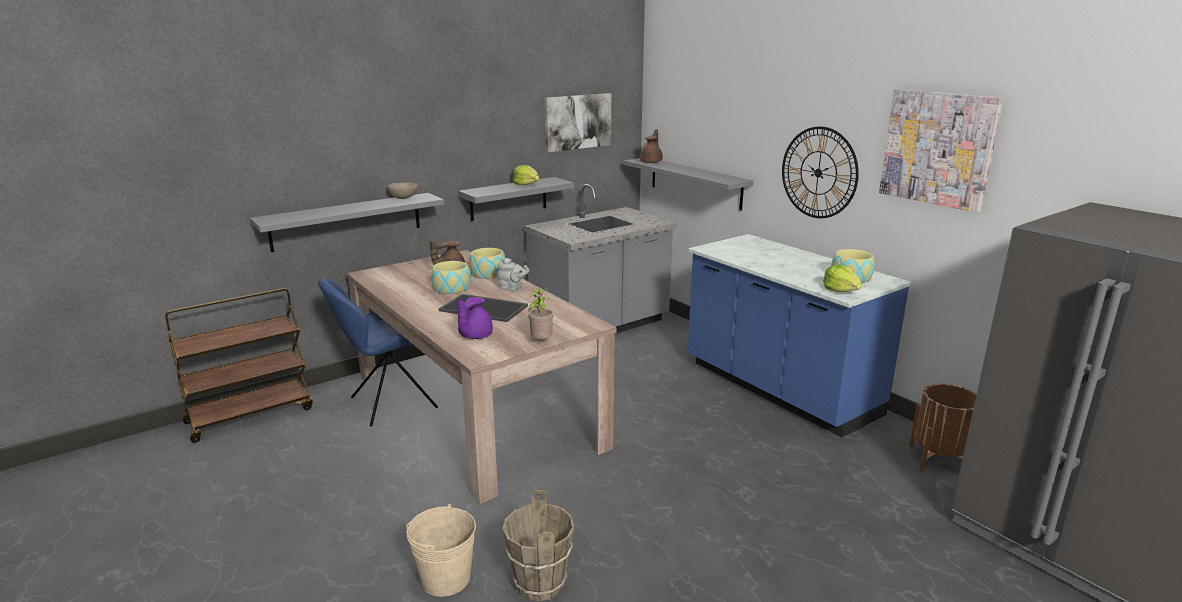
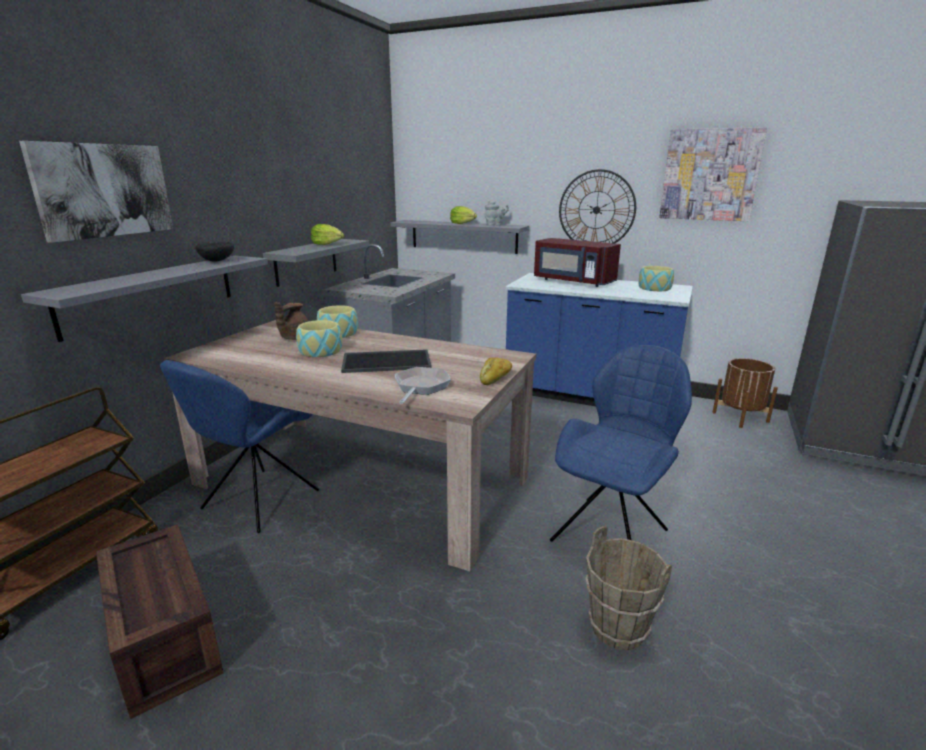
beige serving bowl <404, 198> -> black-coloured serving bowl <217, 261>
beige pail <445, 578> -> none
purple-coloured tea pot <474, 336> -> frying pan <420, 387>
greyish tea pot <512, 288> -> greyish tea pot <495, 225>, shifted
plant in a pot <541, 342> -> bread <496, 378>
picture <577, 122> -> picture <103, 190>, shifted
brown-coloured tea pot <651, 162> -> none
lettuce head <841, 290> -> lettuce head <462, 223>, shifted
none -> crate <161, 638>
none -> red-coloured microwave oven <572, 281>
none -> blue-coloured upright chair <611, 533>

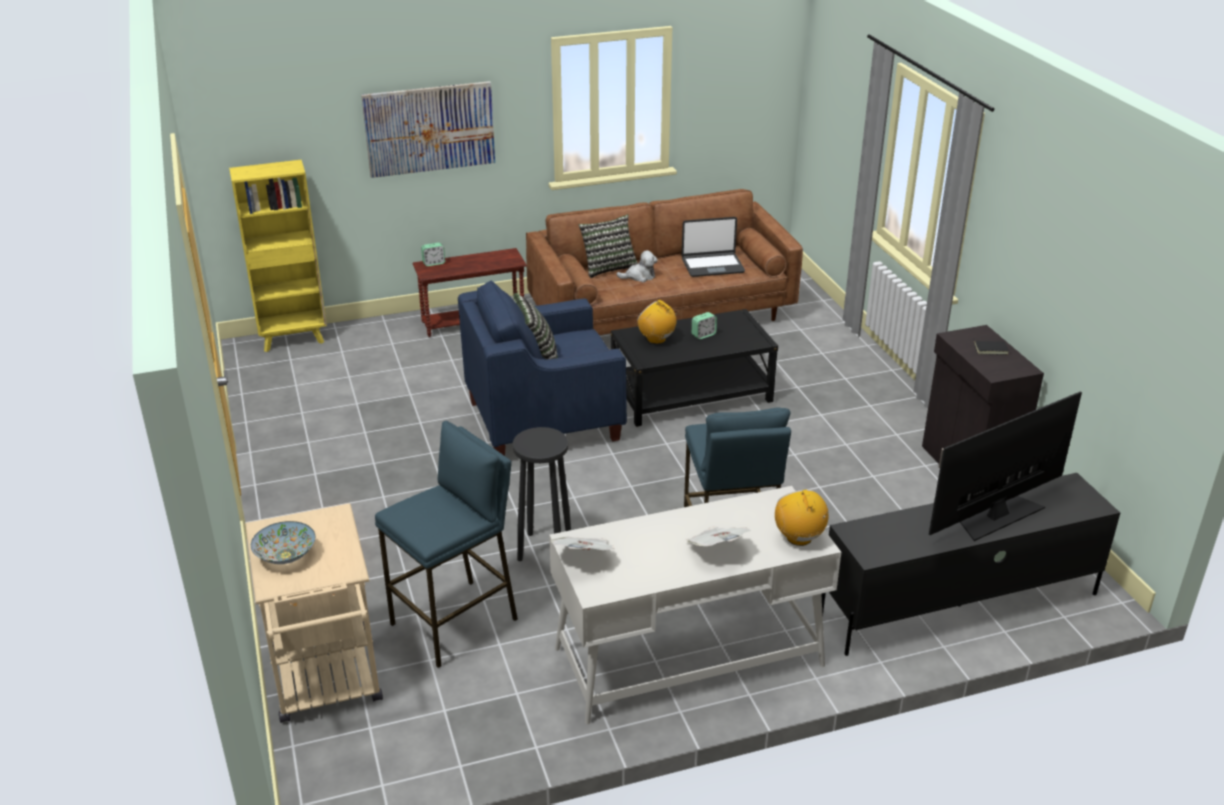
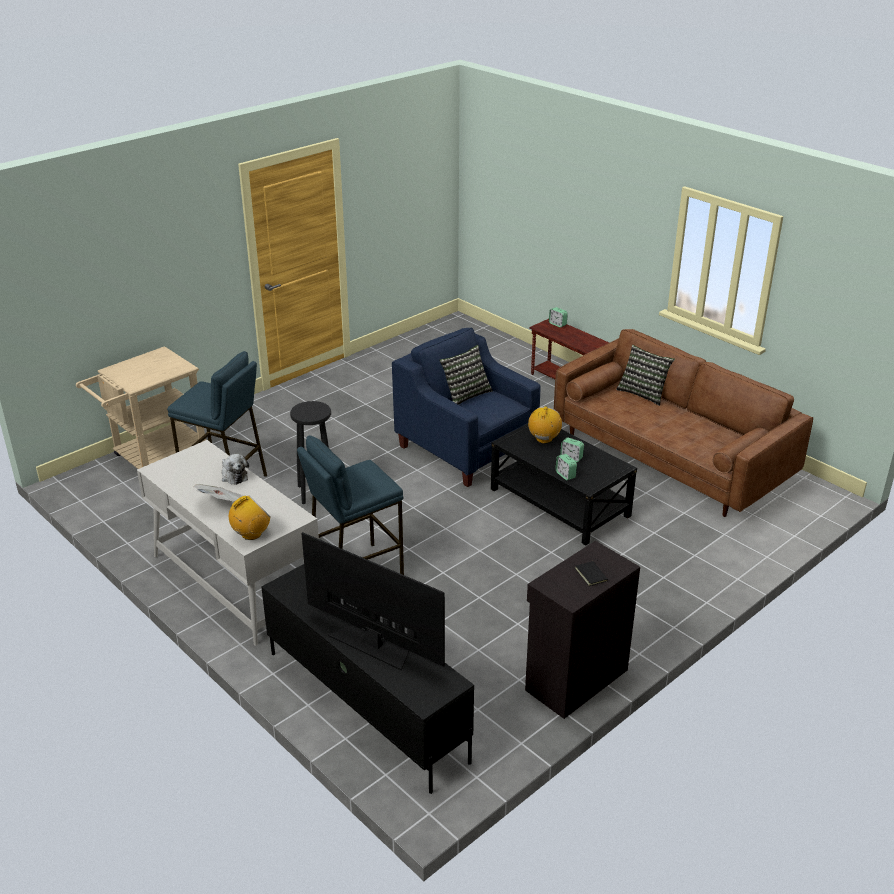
yellowish bookcase <294, 339> -> none
serving bowl <285, 555> -> none
picture <429, 129> -> none
daily paper <585, 556> -> none
soft toy <639, 276> -> soft toy <233, 475>, shifted
laptop <712, 265> -> none
none -> bedside clock <565, 475>

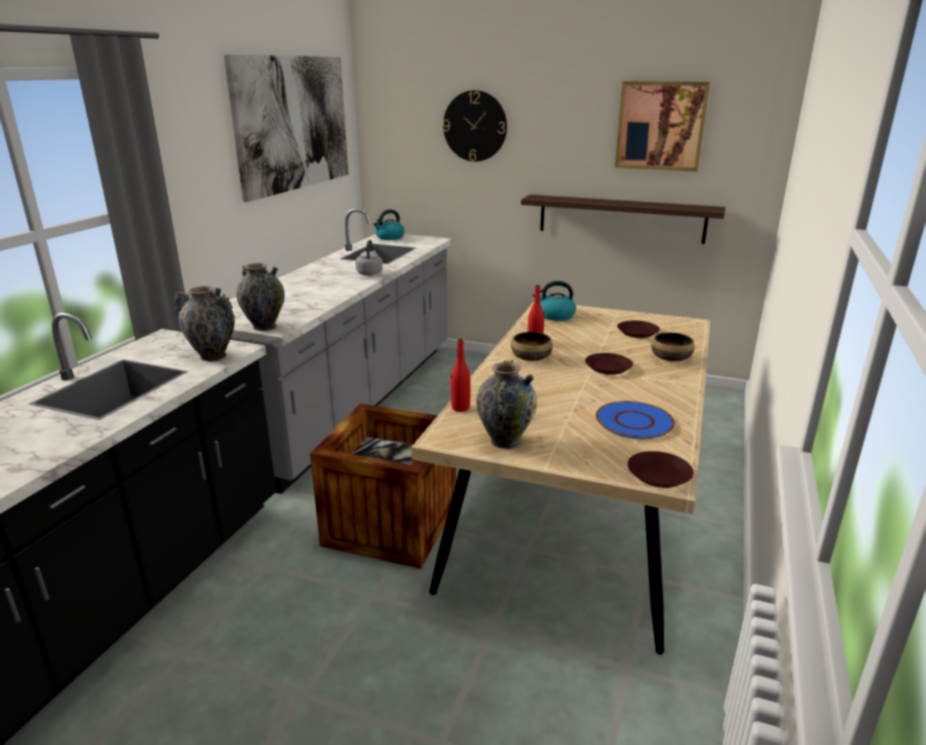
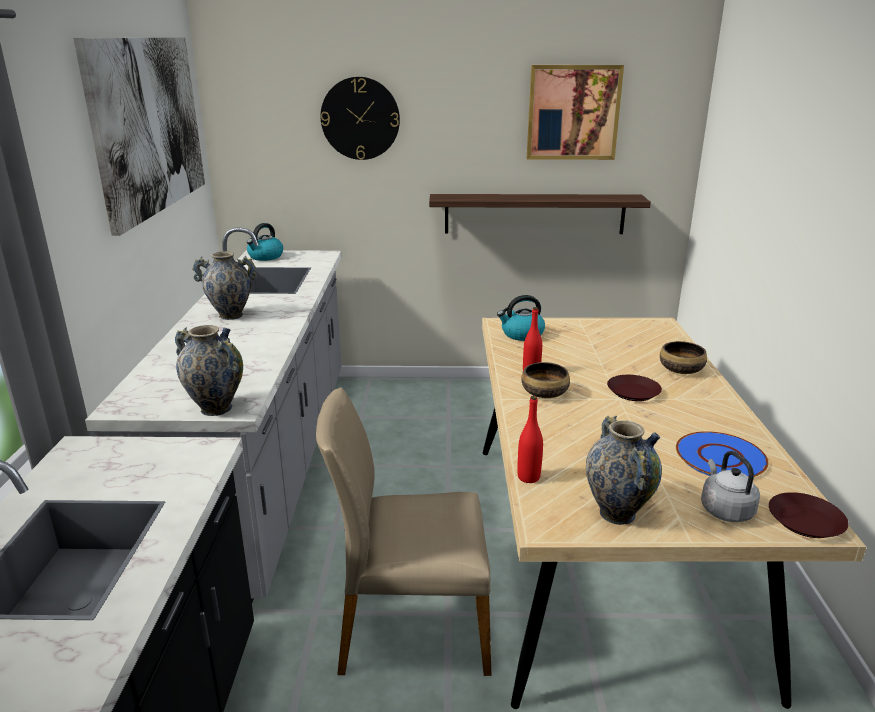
decorative vase <212, 356> -> decorative vase <230, 315>, shifted
crate <391, 524> -> beige upright chair <411, 625>
greyish kettle <370, 273> -> greyish kettle <725, 509>, shifted
brown-coloured dinner plate <637, 332> -> none

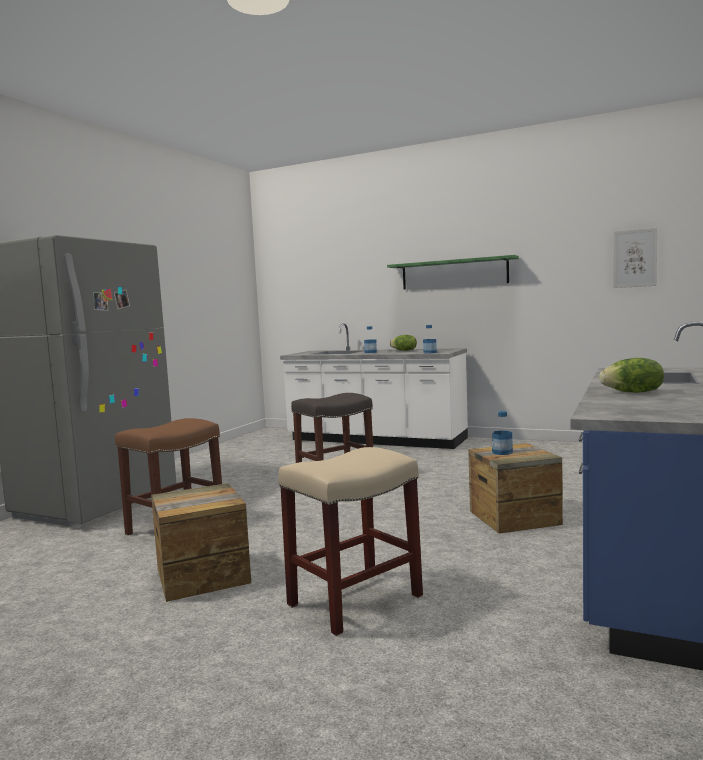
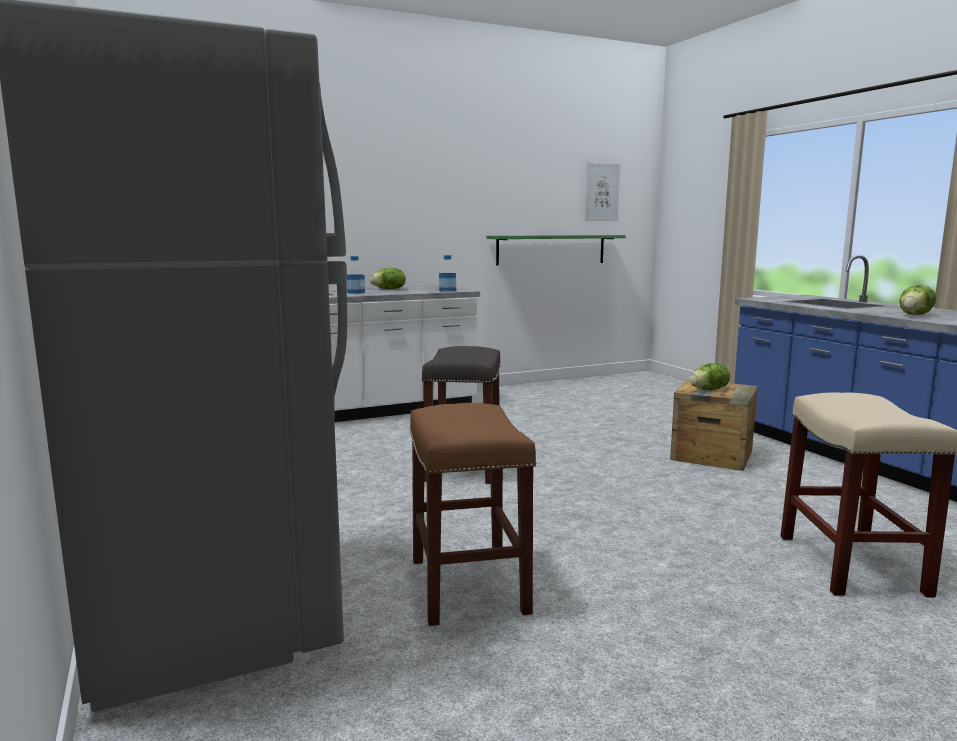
crate <202, 576> -> none
greenish wall shelf <454, 273> -> greenish wall shelf <551, 249>, shifted
bottle <502, 452> -> lettuce head <709, 390>

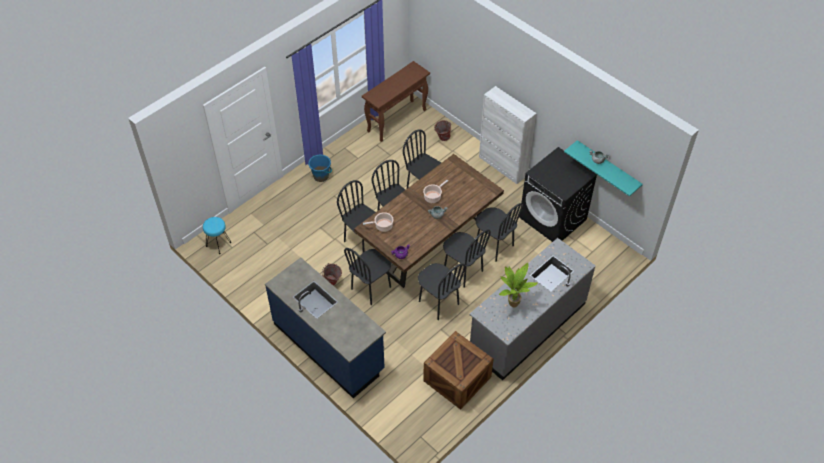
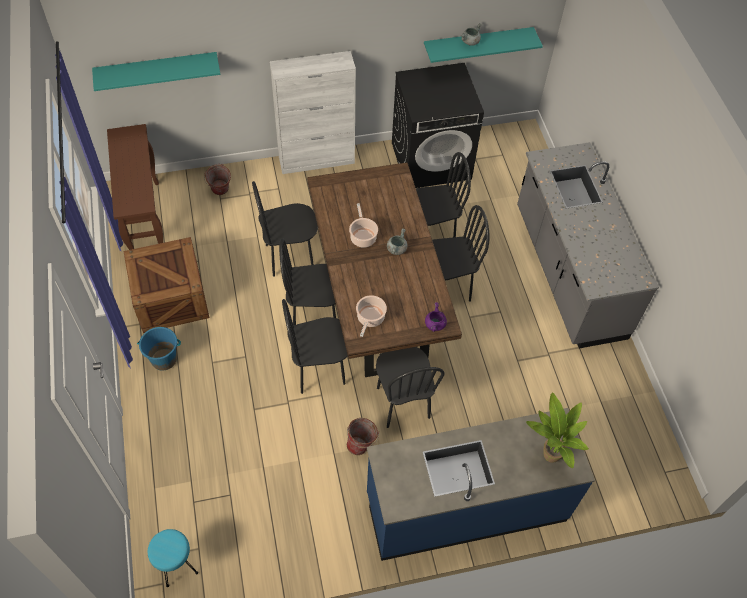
black-coloured upright chair <438, 303> -> none
crate <457, 378> -> crate <169, 297>, shifted
plant in a pot <512, 303> -> plant in a pot <548, 456>, shifted
none -> turquoise wall shelf <157, 70>

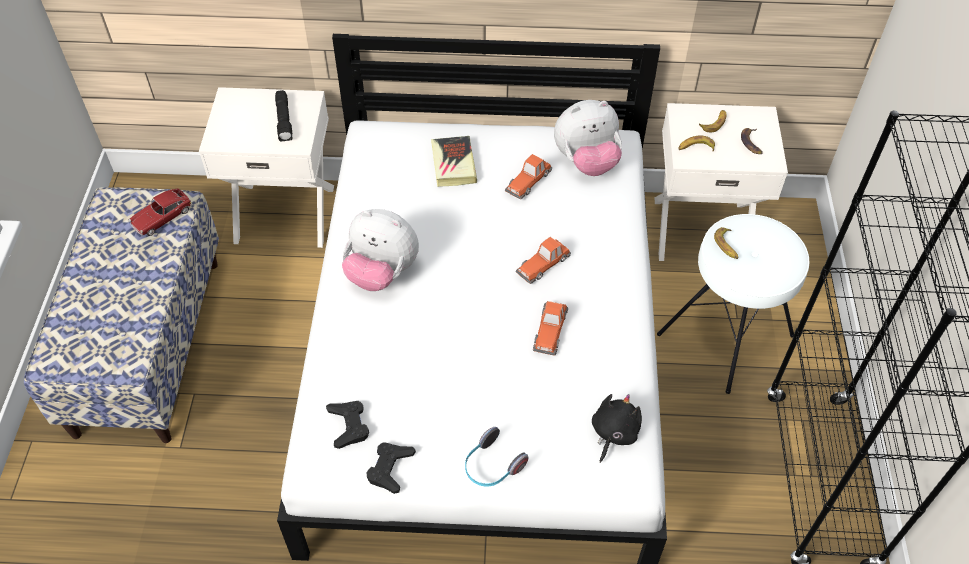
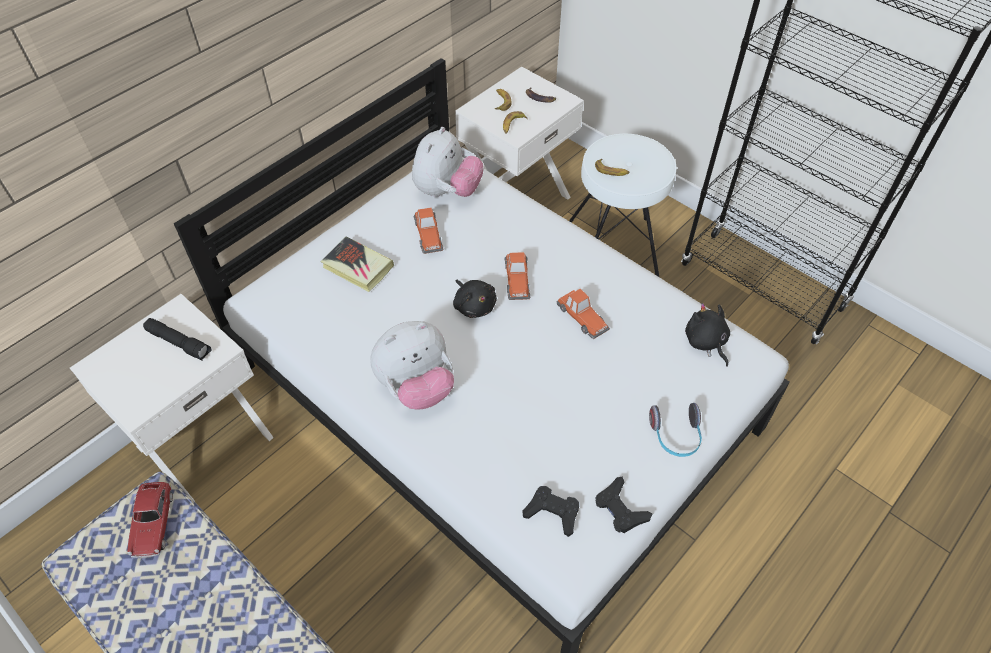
none -> black-coloured soft toy <474, 305>

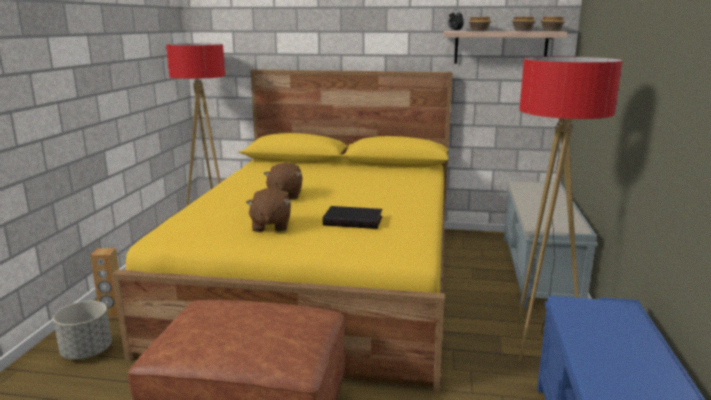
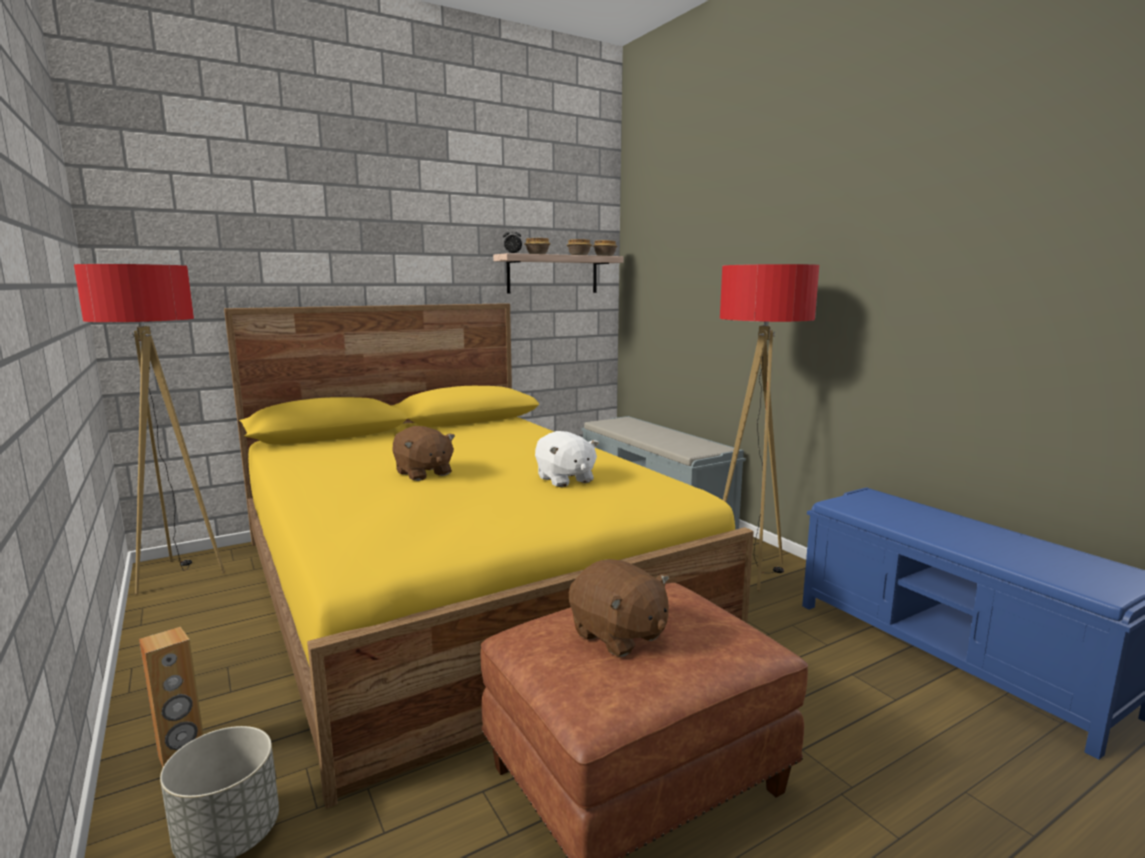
brown-coloured soft toy <270, 226> -> brown-coloured soft toy <618, 635>, shifted
black-coloured book <353, 220> -> white-coloured soft toy <565, 479>

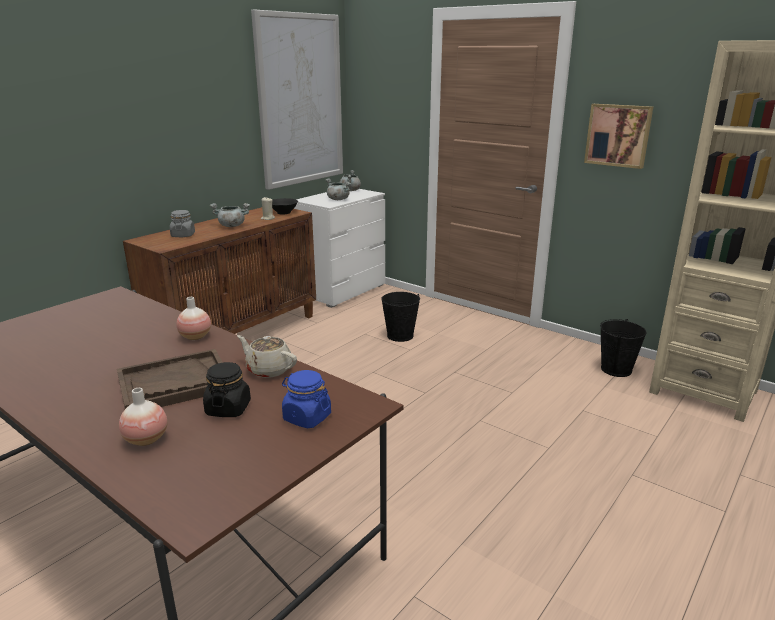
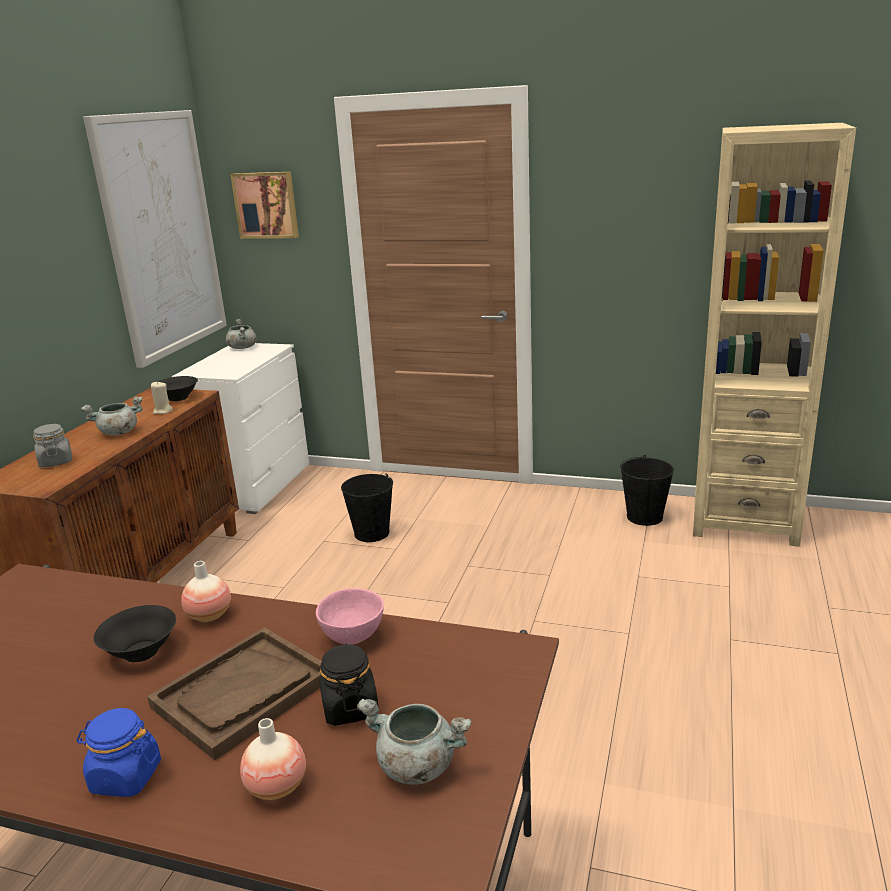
beige tea pot <268, 369> -> pink serving bowl <354, 637>
blue-coloured storage jar <306, 417> -> blue-coloured storage jar <125, 777>, shifted
greyish stockpot <338, 199> -> greyish stockpot <416, 766>, shifted
picture <618, 135> -> picture <266, 205>, shifted
none -> black-coloured serving bowl <140, 651>

